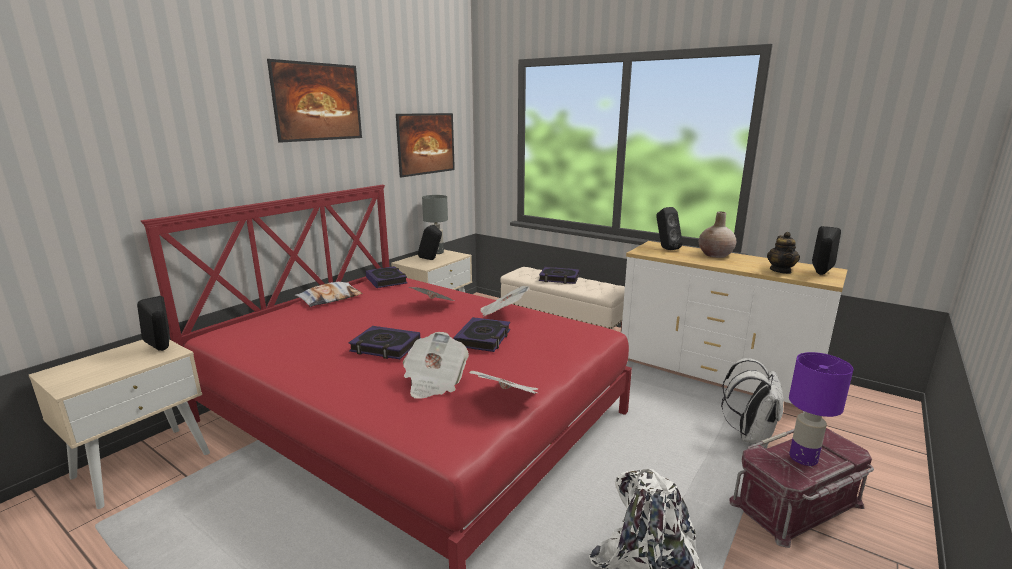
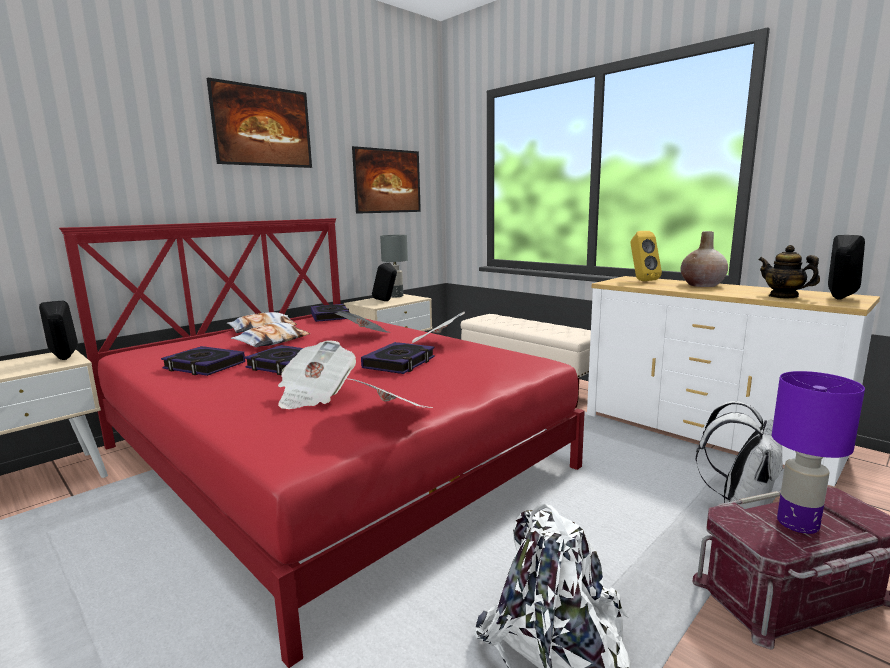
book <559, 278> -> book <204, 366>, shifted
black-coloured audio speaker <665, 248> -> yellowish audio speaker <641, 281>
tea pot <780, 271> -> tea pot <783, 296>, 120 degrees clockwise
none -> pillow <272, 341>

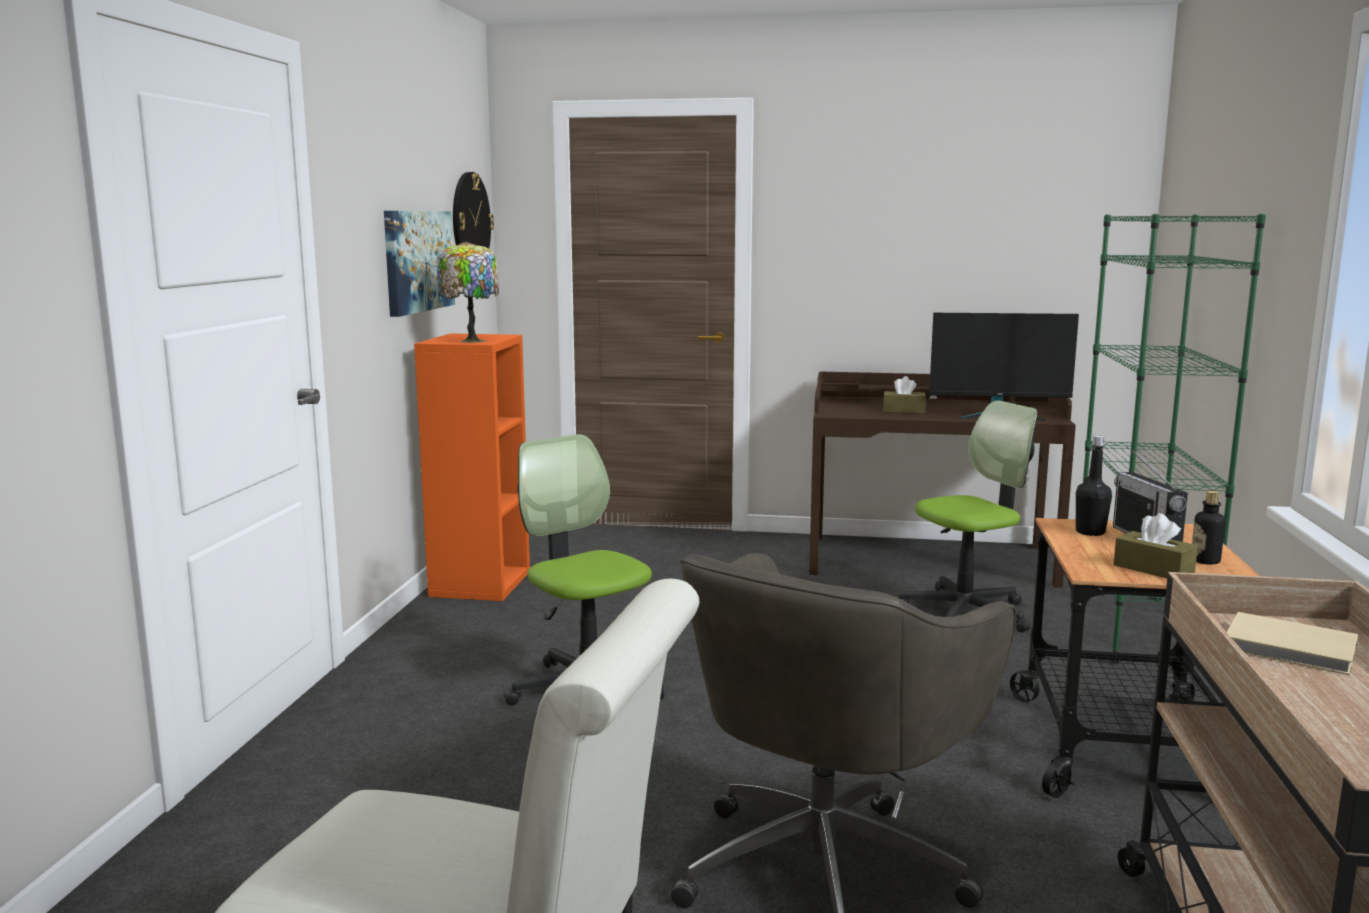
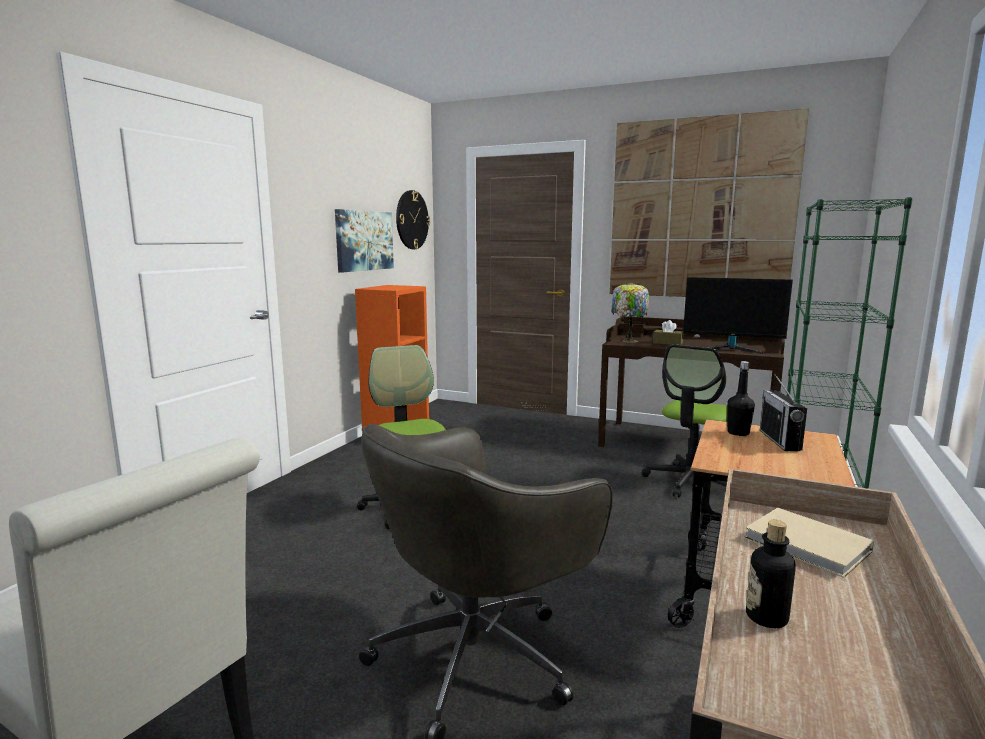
table lamp <471, 340> -> table lamp <628, 340>, shifted
desk chair <966, 612> -> desk chair <690, 482>, 135 degrees clockwise
brown-coloured box of tissues <1153, 569> -> none
bottle <1205, 561> -> bottle <766, 617>, shifted
none -> picture <700, 209>

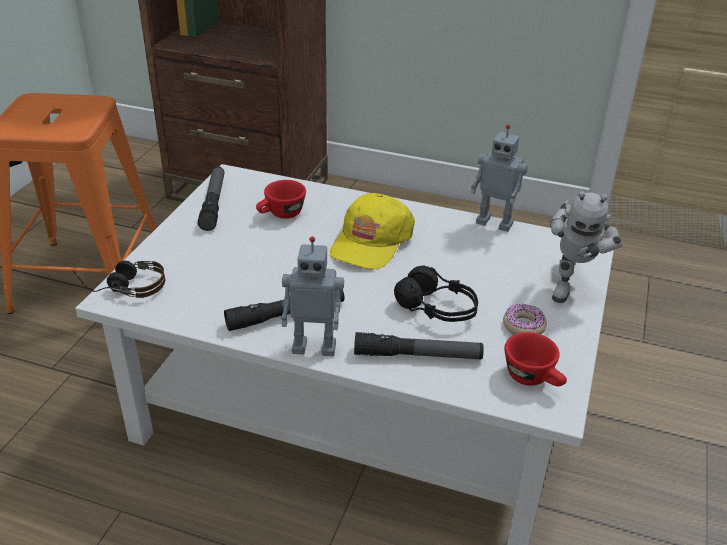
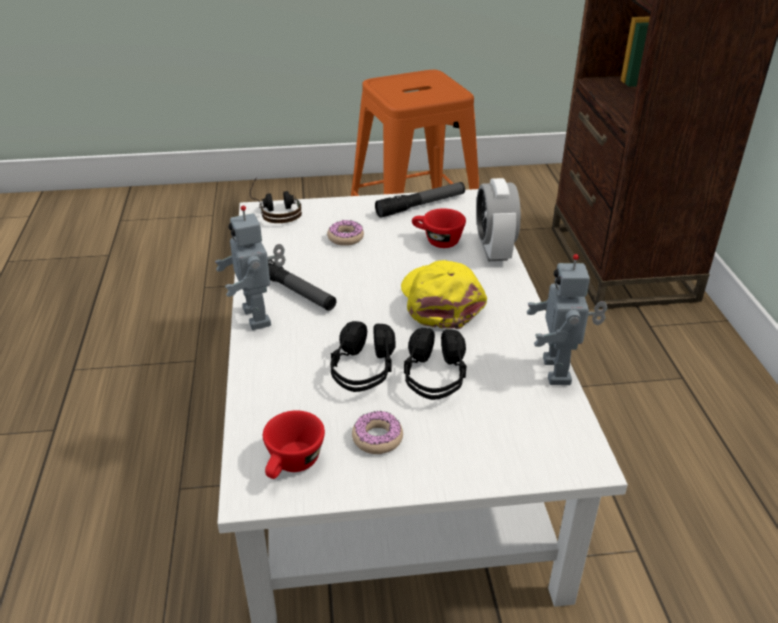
yellowish peaked cap <371, 242> -> yellowish peaked cap <440, 300>, 75 degrees clockwise
flashlight <418, 355> -> none
model robot <570, 285> -> none
none -> doughnut <345, 238>
none -> black-coloured headphones <434, 377>
none -> bedside clock <494, 250>

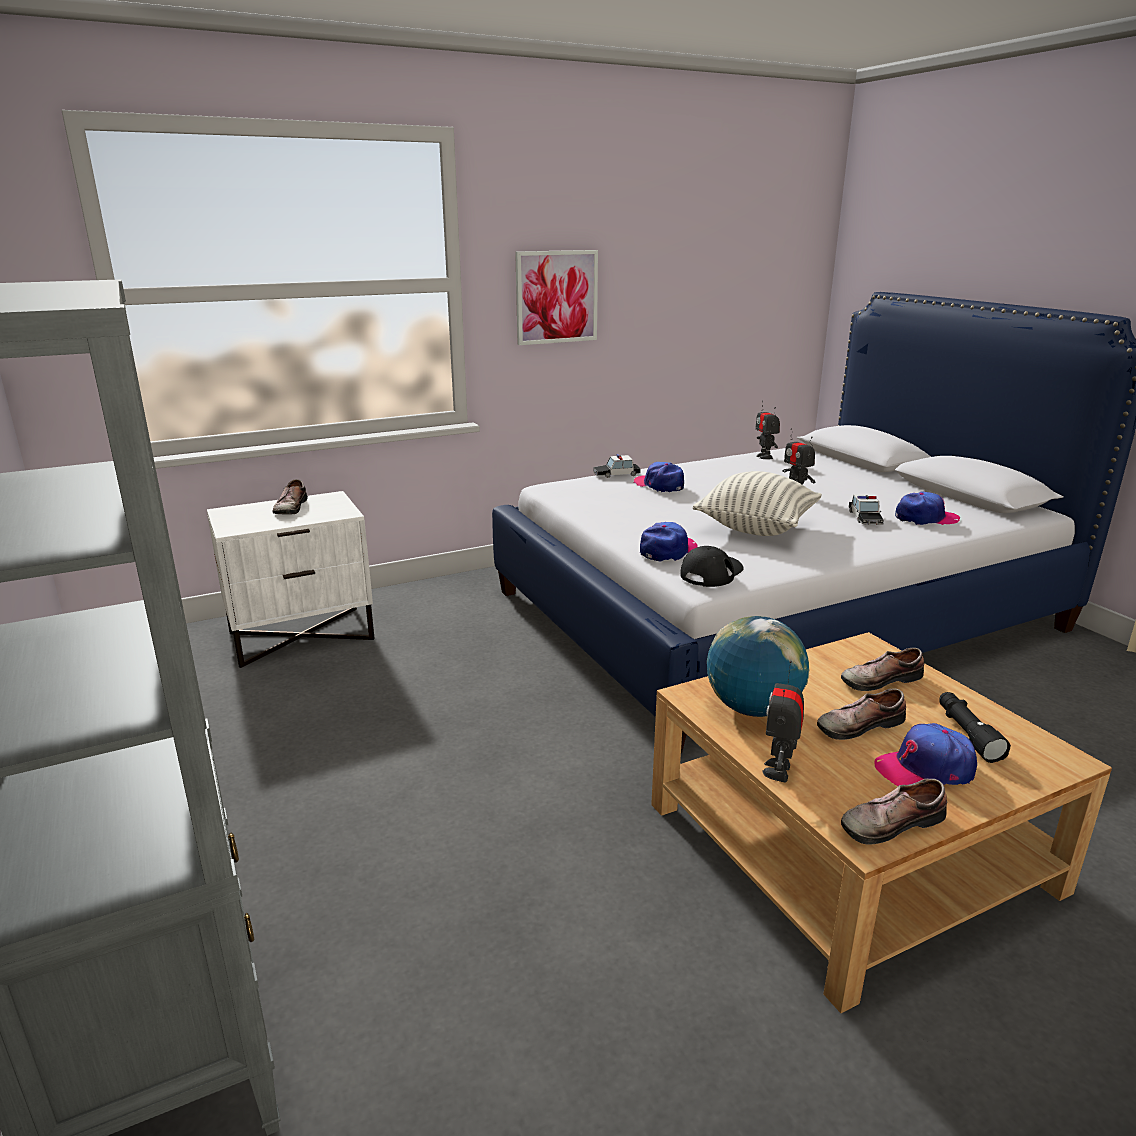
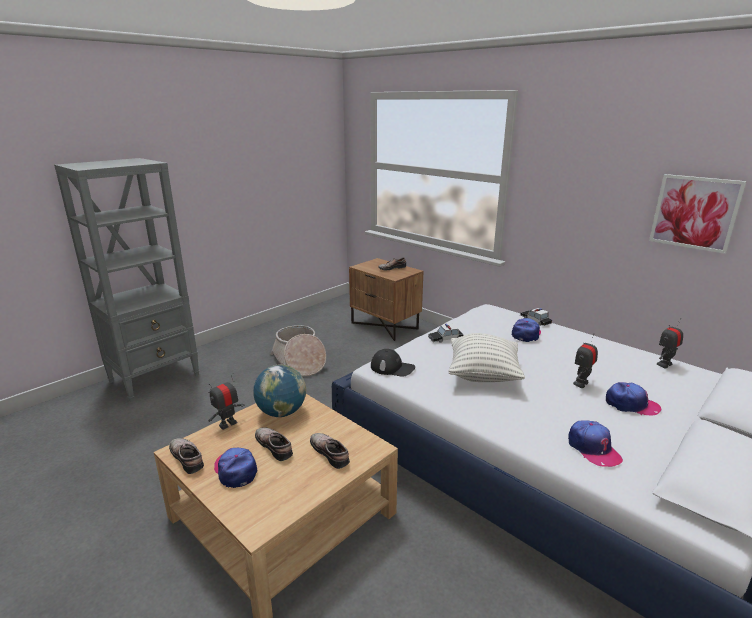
white-coloured nightstand <302, 635> -> brown-coloured nightstand <385, 326>
picture <556, 297> -> picture <694, 212>, shifted
peaked cap <668, 550> -> peaked cap <631, 404>, shifted
model robot <778, 770> -> model robot <228, 424>, 45 degrees counterclockwise
toy car <864, 518> -> toy car <445, 338>, shifted
black-coloured flashlight <967, 734> -> none
none -> basket <299, 362>

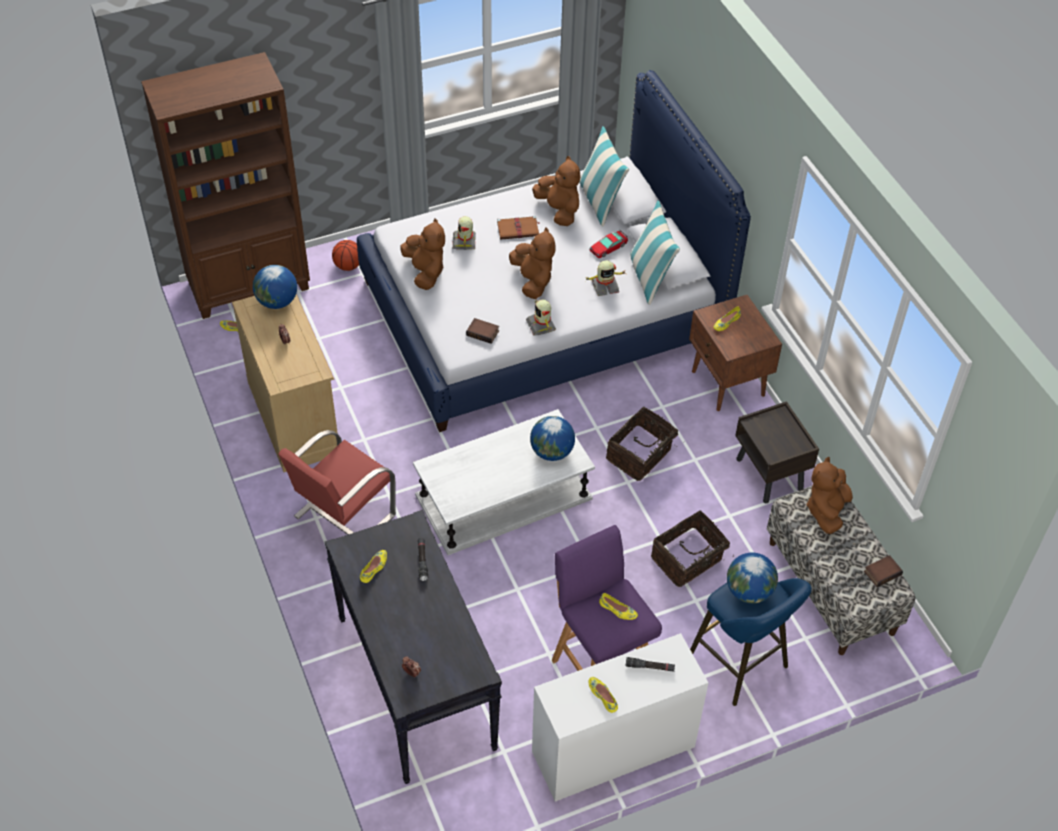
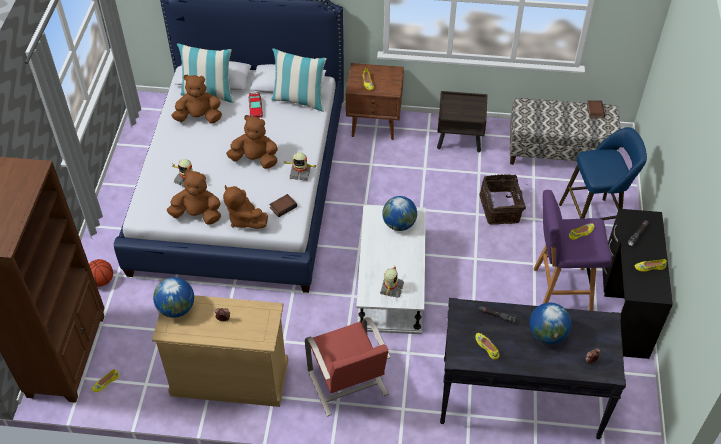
brown-coloured book <518, 229> -> none
white-coloured desk table <613, 750> -> black-coloured desk table <624, 310>
model robot <604, 286> -> model robot <391, 288>, shifted
basket <640, 455> -> none
desk globe <749, 591> -> desk globe <547, 334>, shifted
brown-coloured soft toy <826, 511> -> brown-coloured soft toy <244, 219>, shifted

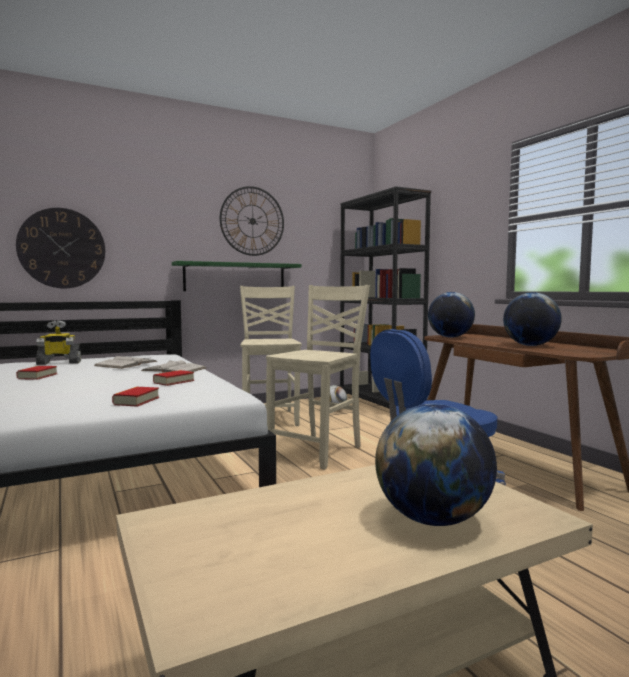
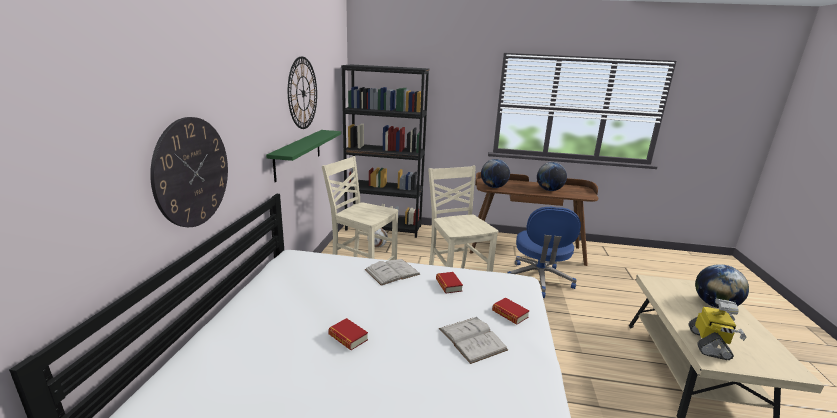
model robot <59, 363> -> model robot <709, 344>, shifted
white-coloured book <126, 363> -> white-coloured book <472, 339>, shifted

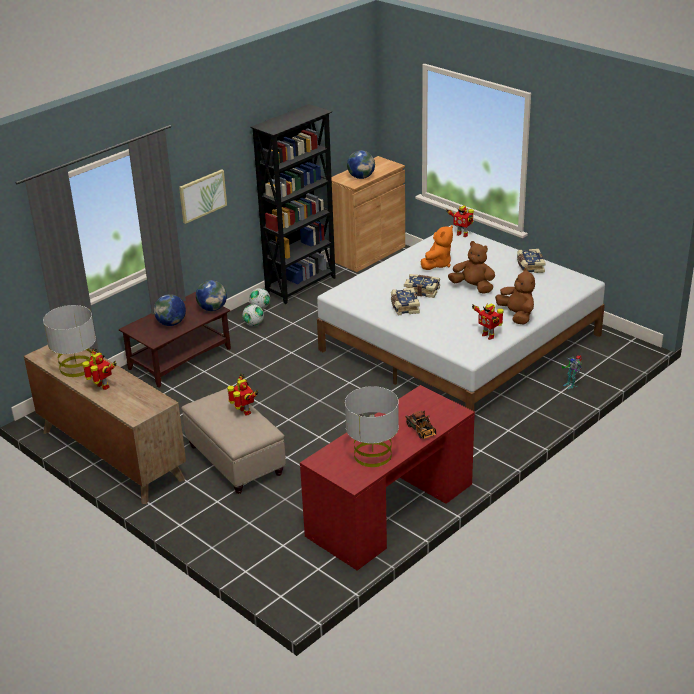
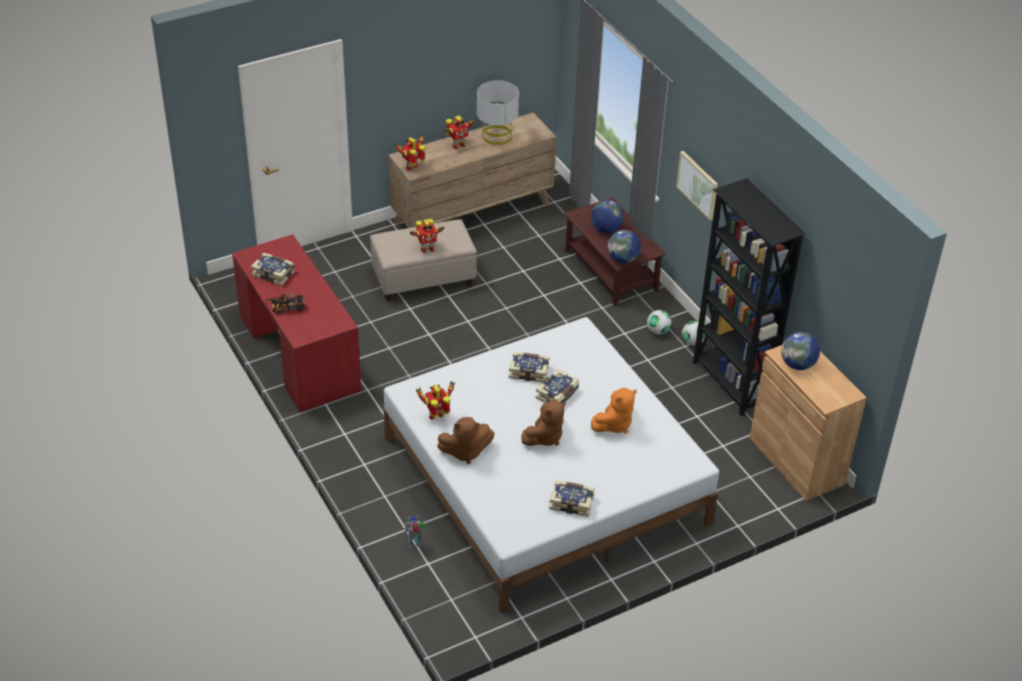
greyish table lamp <373, 455> -> book <274, 273>
orange soft toy <437, 264> -> orange soft toy <614, 424>, 90 degrees counterclockwise
model robot <462, 234> -> model robot <413, 167>, shifted

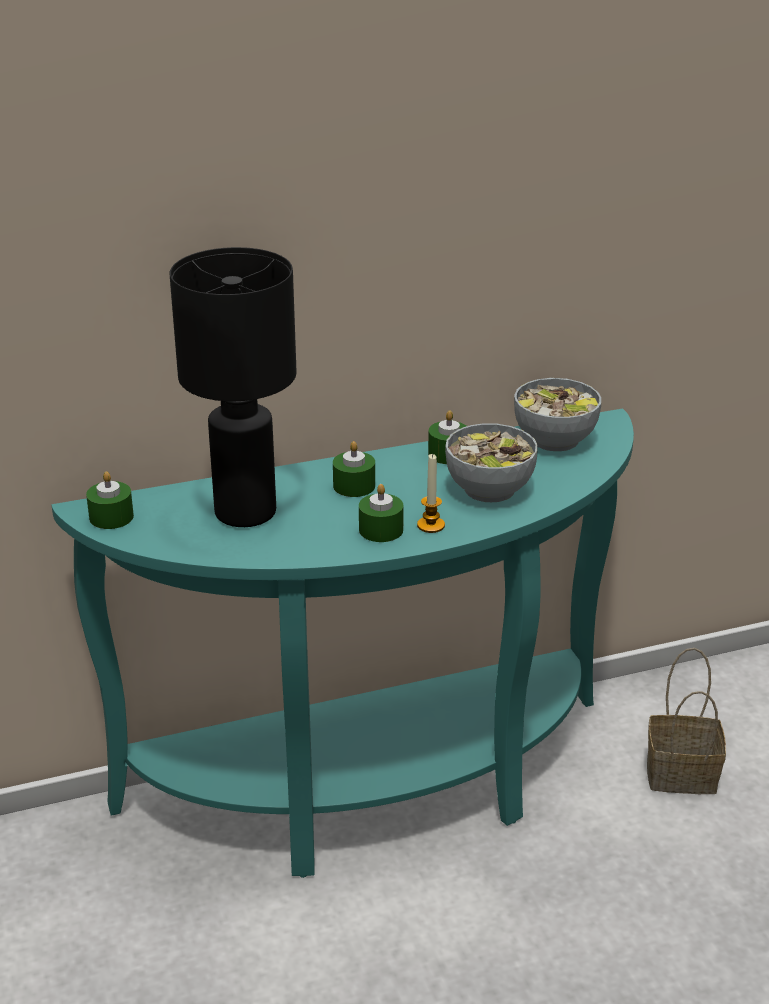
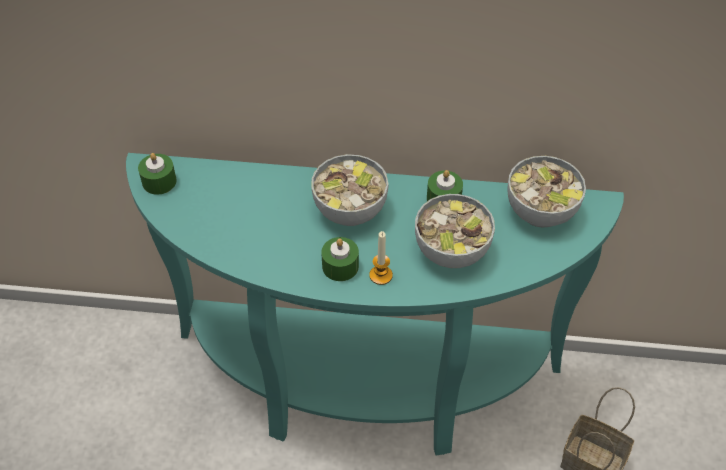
black-coloured table lamp <247, 512> -> none
greenish wax light <354, 486> -> serving bowl <349, 209>

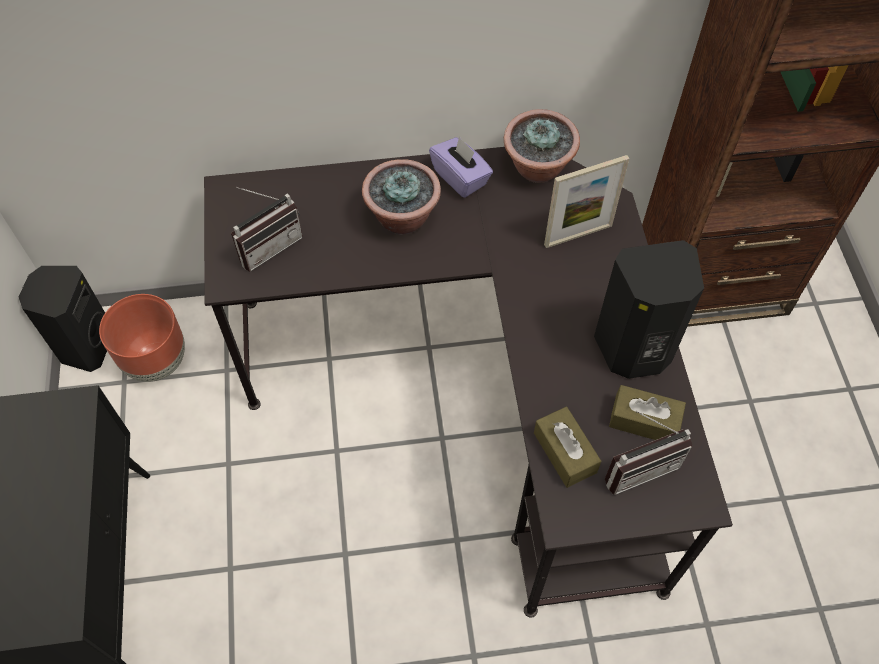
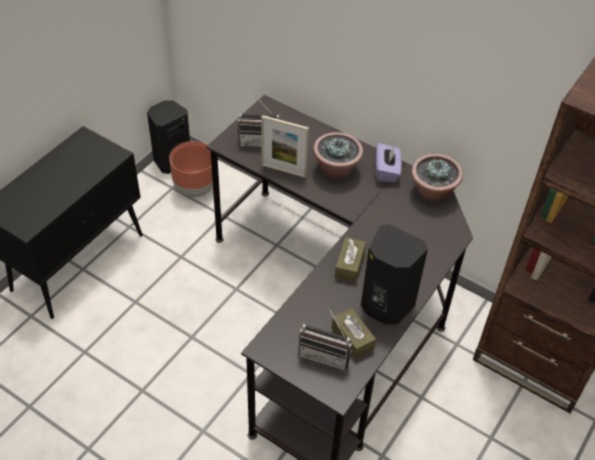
brown-coloured box of tissues <565, 452> -> brown-coloured box of tissues <349, 265>, shifted
picture frame <578, 235> -> picture frame <283, 170>, shifted

